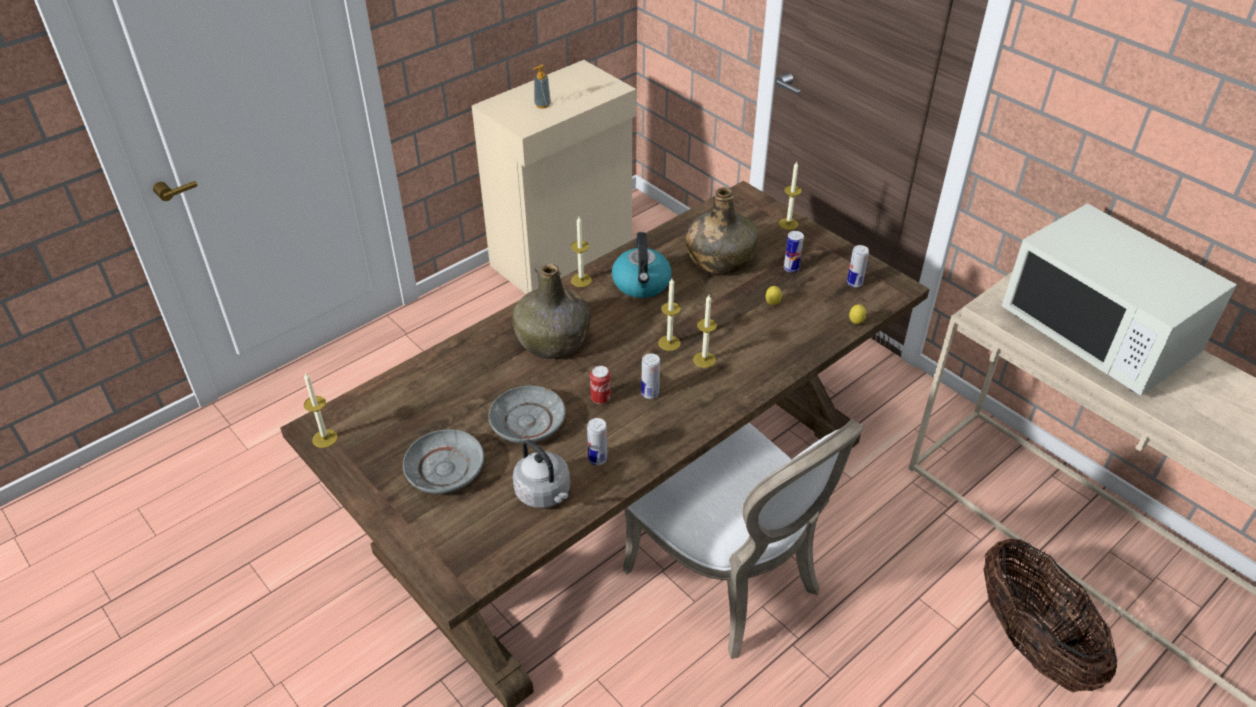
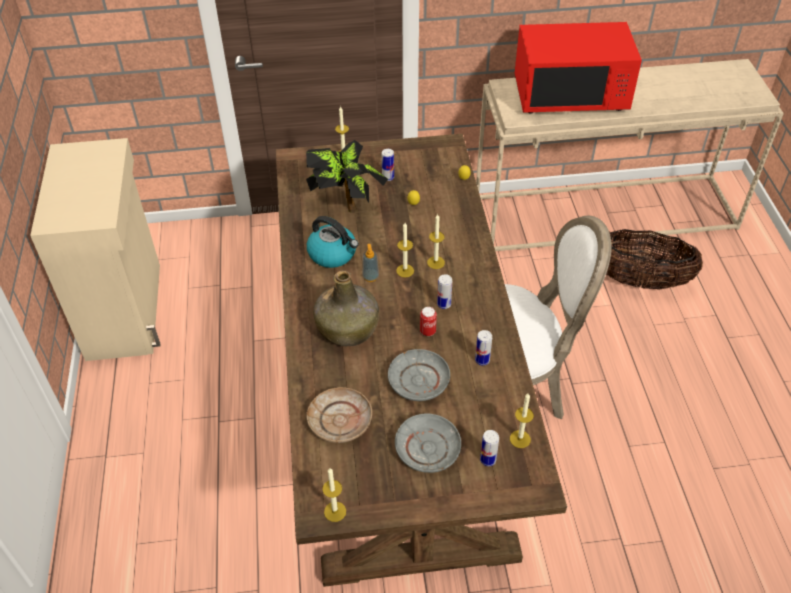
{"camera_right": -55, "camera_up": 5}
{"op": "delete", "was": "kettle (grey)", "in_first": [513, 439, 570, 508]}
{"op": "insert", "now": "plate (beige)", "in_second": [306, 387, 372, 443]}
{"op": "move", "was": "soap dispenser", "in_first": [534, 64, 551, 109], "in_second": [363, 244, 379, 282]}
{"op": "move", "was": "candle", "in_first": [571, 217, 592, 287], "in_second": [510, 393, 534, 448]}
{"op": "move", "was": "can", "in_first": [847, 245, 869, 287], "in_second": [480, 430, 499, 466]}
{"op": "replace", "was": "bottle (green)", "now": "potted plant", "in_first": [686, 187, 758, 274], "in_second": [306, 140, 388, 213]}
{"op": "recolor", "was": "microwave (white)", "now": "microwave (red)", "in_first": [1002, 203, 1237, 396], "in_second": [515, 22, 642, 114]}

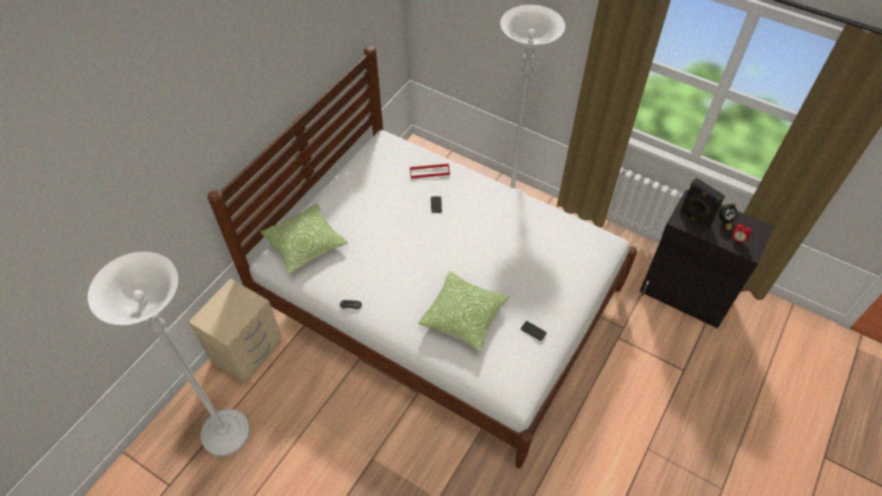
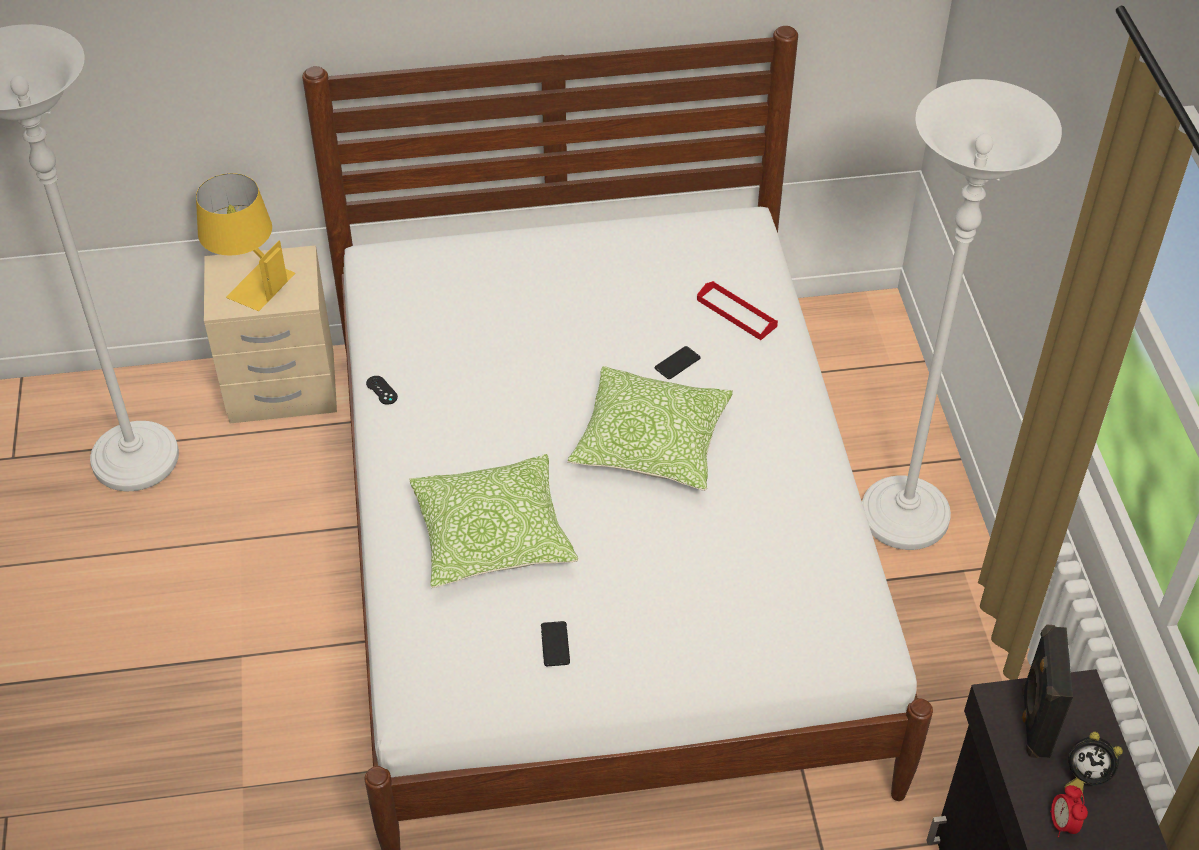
{"camera_right": 50, "camera_up": -5}
{"op": "insert", "now": "table lamp (yellow)", "in_second": [196, 173, 295, 311]}
{"op": "move", "was": "pillow", "in_first": [260, 203, 348, 274], "in_second": [567, 366, 733, 491]}

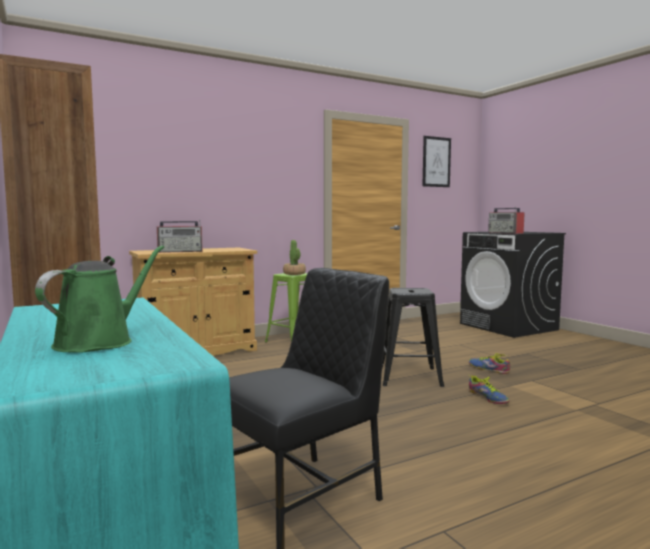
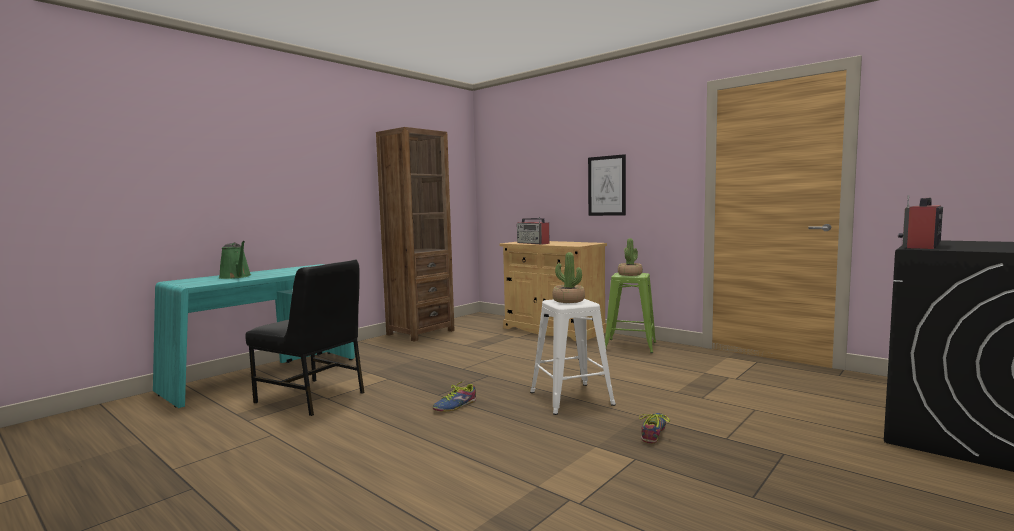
{"camera_right": 70, "camera_up": 0}
{"op": "insert", "now": "potted plant", "in_second": [552, 252, 585, 303]}
{"op": "move", "was": "picture", "in_first": [423, 136, 451, 187], "in_second": [588, 154, 626, 216]}
{"op": "move", "was": "shoe", "in_first": [469, 375, 509, 404], "in_second": [433, 380, 476, 411]}
{"op": "recolor", "was": "stool (black)", "now": "stool (white)", "in_first": [382, 288, 444, 387], "in_second": [530, 299, 616, 415]}
{"op": "rotate", "was": "watering can (green)", "in_first": [35, 245, 164, 353], "in_second": [219, 241, 251, 279], "clockwise": 45}

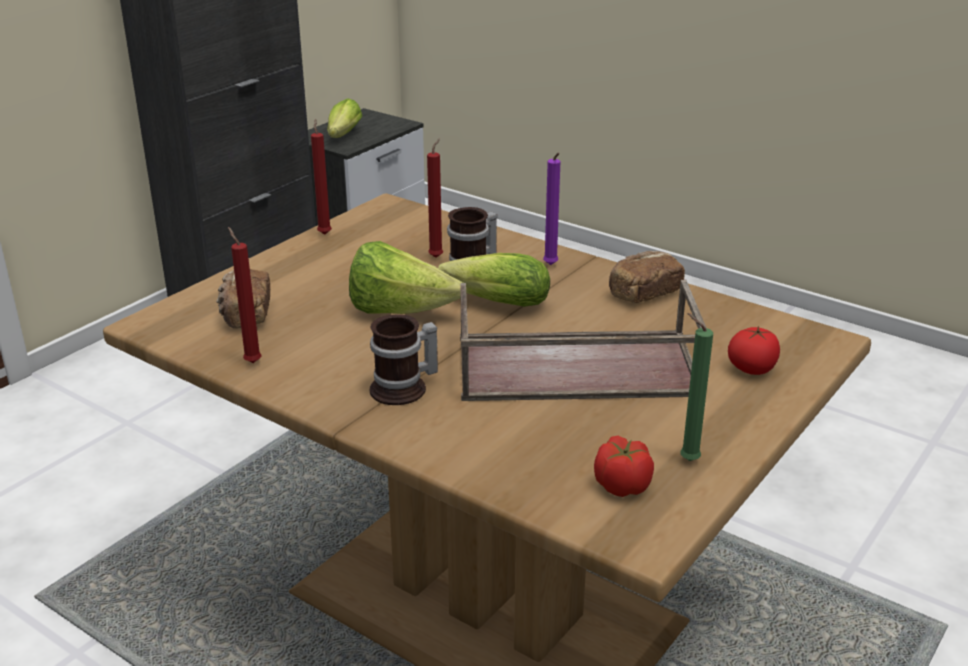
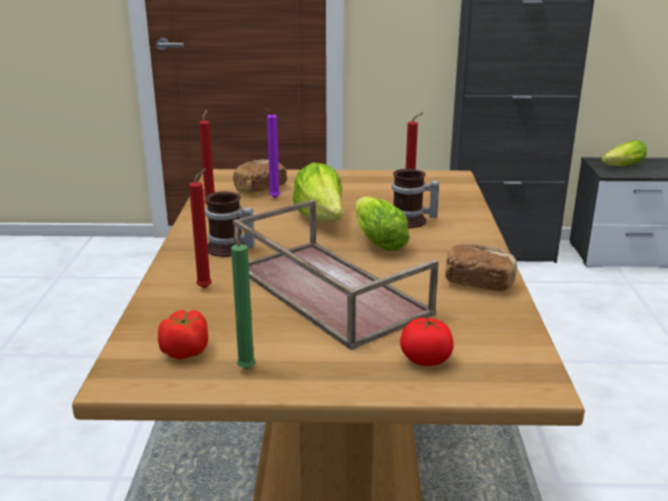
{"camera_right": 55, "camera_up": -5}
{"op": "move", "was": "candle (red)", "in_first": [311, 119, 332, 235], "in_second": [189, 168, 212, 288]}
{"op": "move", "was": "candle (purple)", "in_first": [543, 153, 560, 265], "in_second": [264, 108, 280, 198]}

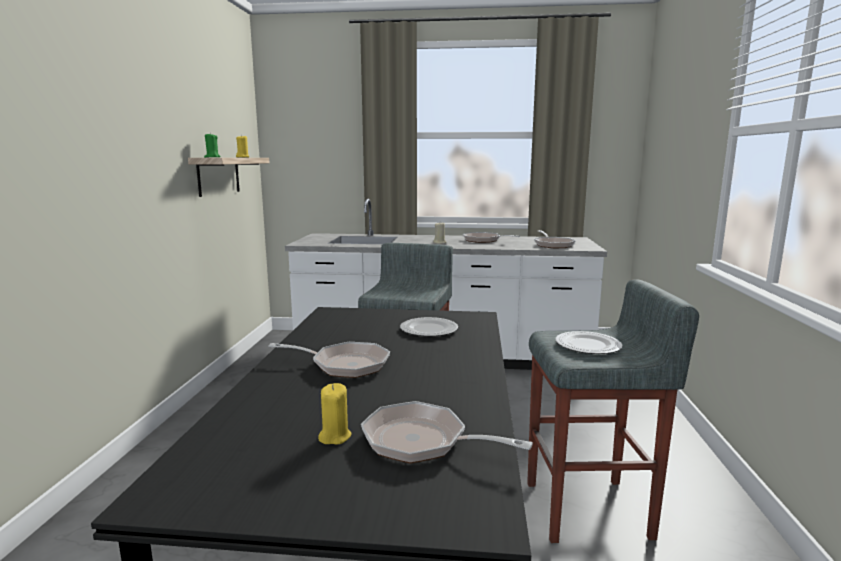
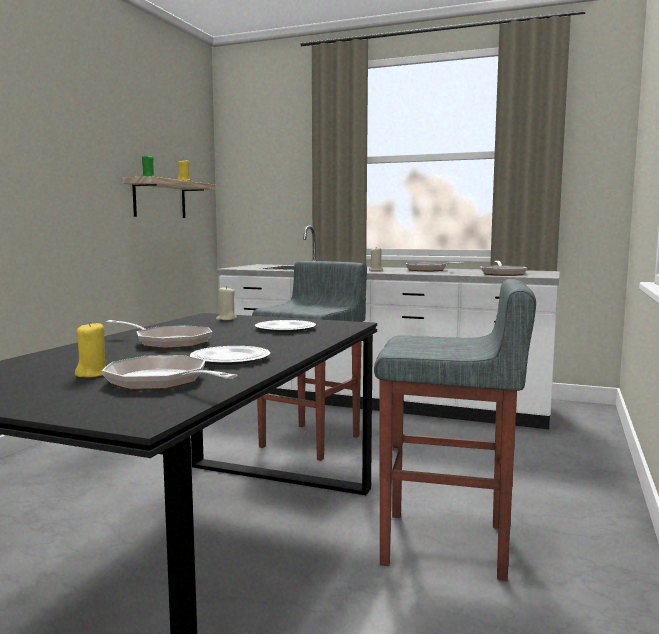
{"camera_right": 15, "camera_up": -5}
{"op": "insert", "now": "candle (beige)", "in_second": [216, 287, 237, 320]}
{"op": "move", "was": "plate", "in_first": [555, 331, 623, 354], "in_second": [190, 346, 270, 365]}

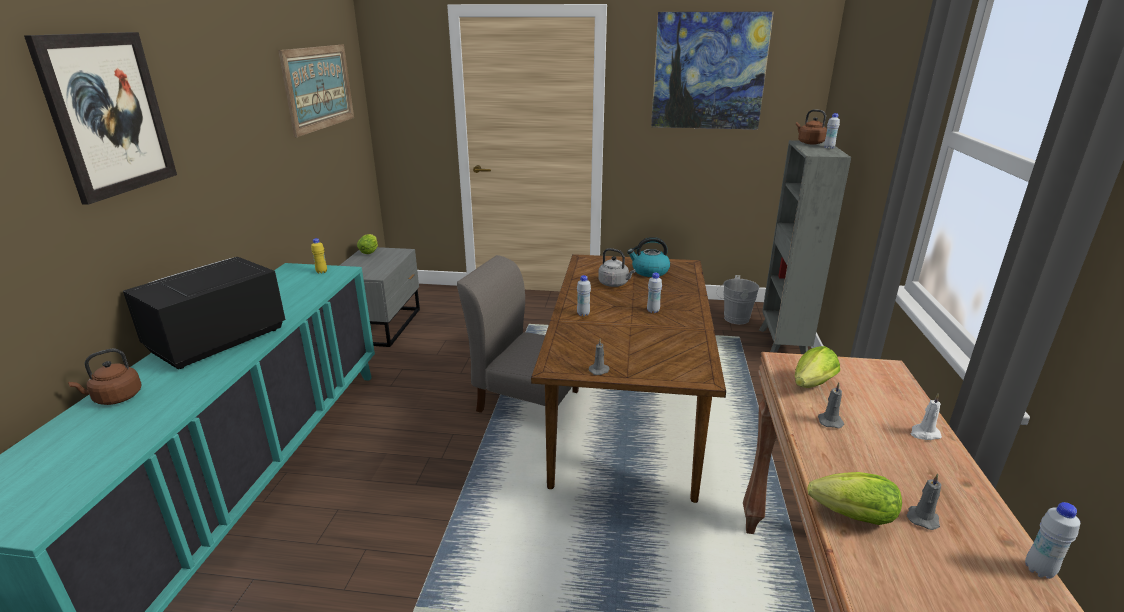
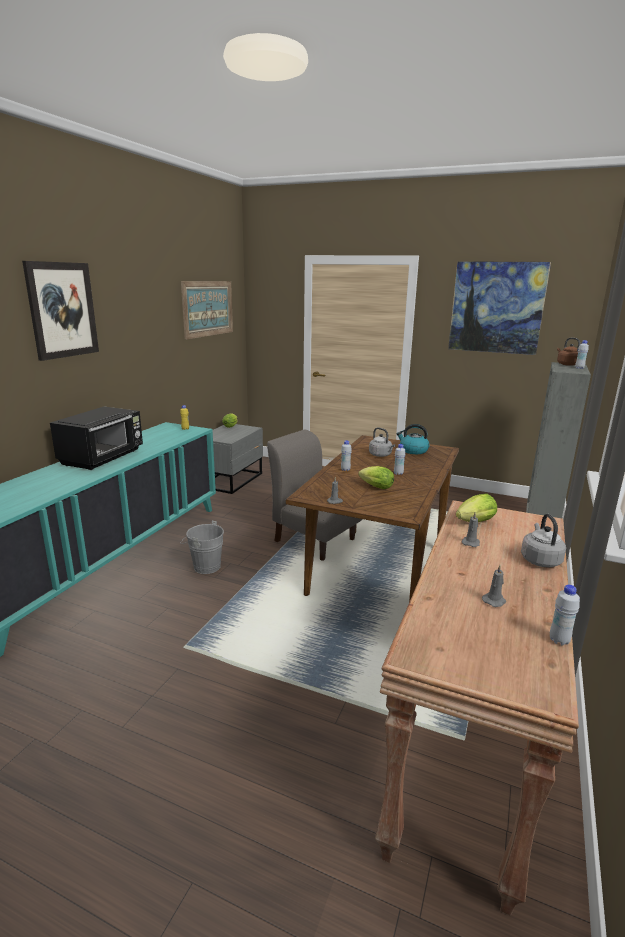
{"camera_right": 15, "camera_up": -5}
{"op": "delete", "was": "kettle (brown)", "in_first": [68, 349, 141, 405]}
{"op": "move", "was": "bucket (grey)", "in_first": [716, 275, 759, 325], "in_second": [180, 521, 224, 574]}
{"op": "move", "was": "lettuce", "in_first": [807, 472, 902, 525], "in_second": [358, 466, 394, 489]}
{"op": "replace", "was": "candle (white)", "now": "kettle (grey)", "in_first": [911, 394, 942, 440], "in_second": [521, 514, 566, 568]}
{"op": "rotate", "was": "microwave (black)", "in_first": [123, 257, 286, 369], "in_second": [50, 407, 143, 470], "clockwise": 150}

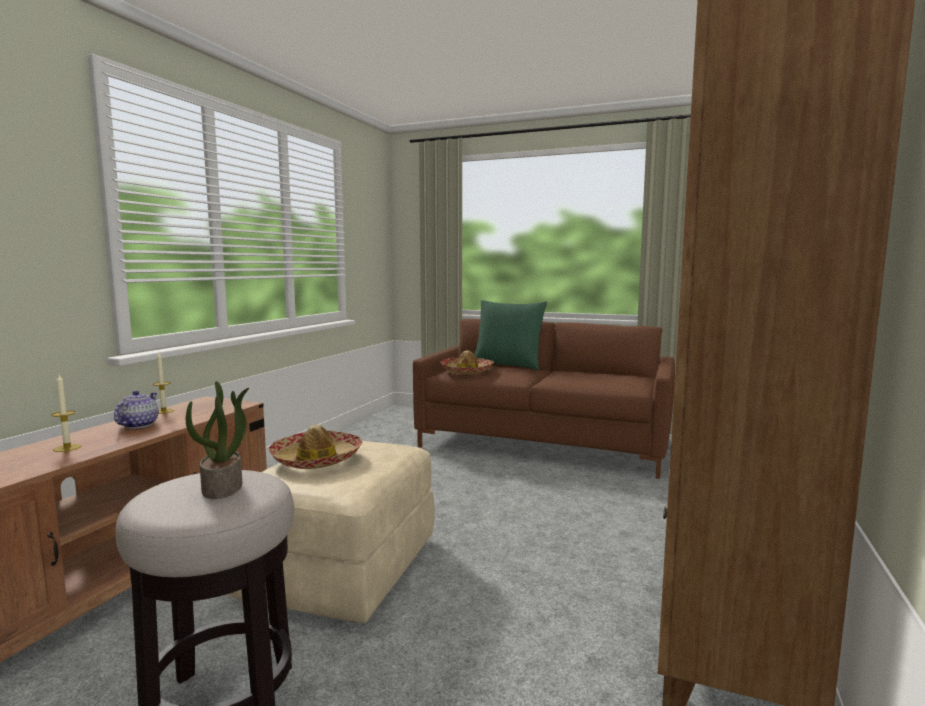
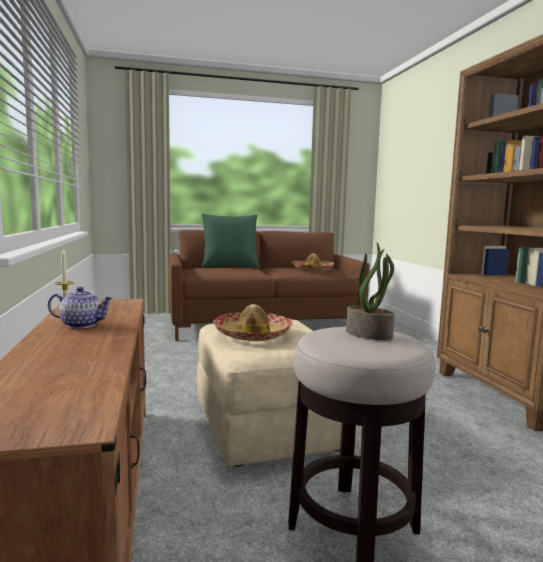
{"camera_right": -35, "camera_up": 0}
{"op": "delete", "was": "candle", "in_first": [51, 375, 81, 452]}
{"op": "move", "was": "hat", "in_first": [440, 350, 494, 374], "in_second": [292, 253, 334, 272]}
{"op": "rotate", "was": "teapot", "in_first": [114, 390, 158, 429], "in_second": [48, 287, 114, 329], "clockwise": 120}

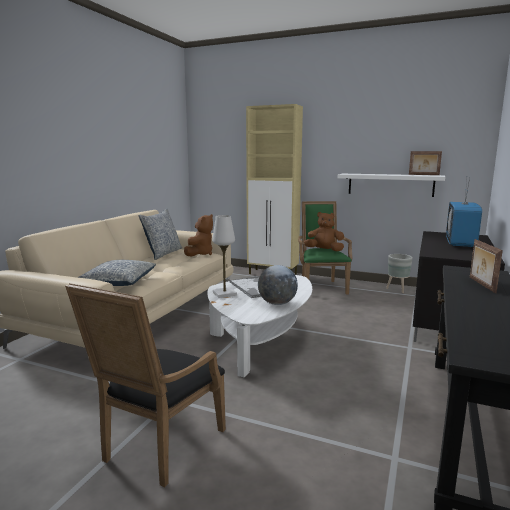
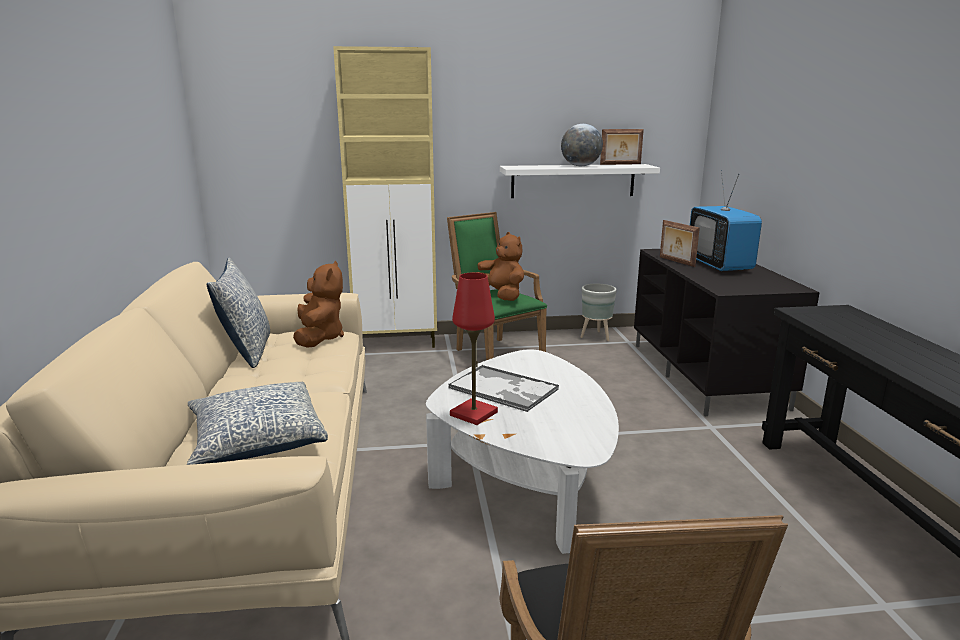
{"camera_right": -30, "camera_up": 5}
{"op": "move", "was": "globe", "in_first": [258, 265, 298, 305], "in_second": [561, 124, 603, 166]}
{"op": "move", "was": "picture frame", "in_first": [470, 239, 503, 293], "in_second": [660, 220, 700, 267]}
{"op": "recolor", "was": "table lamp (white)", "now": "table lamp (red)", "in_first": [212, 215, 237, 298], "in_second": [450, 272, 498, 425]}
{"op": "rotate", "was": "plush toy (brown)", "in_first": [304, 212, 344, 252], "in_second": [475, 232, 524, 301], "clockwise": 75}

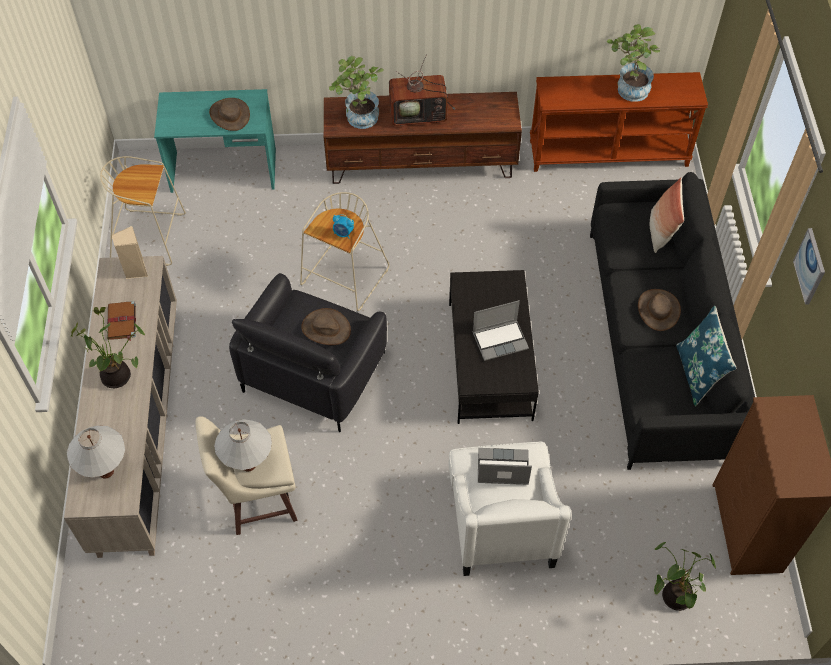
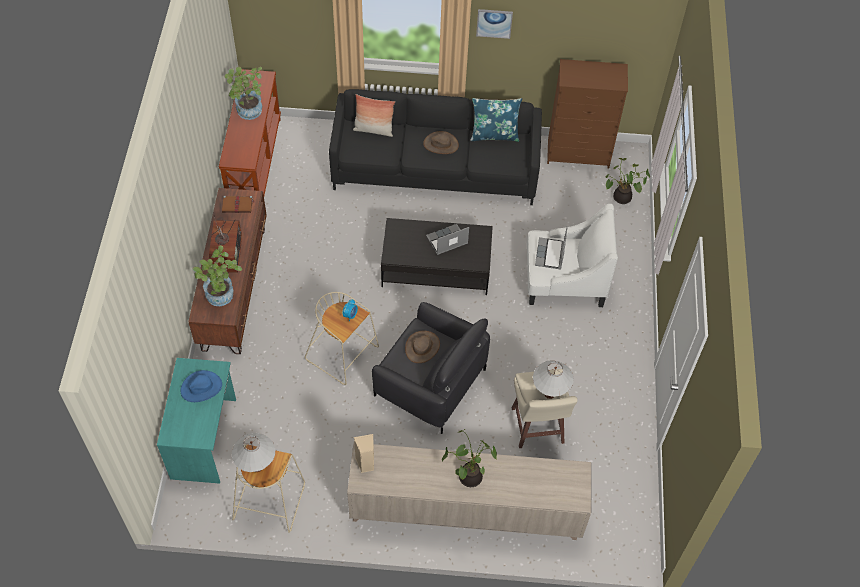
{"camera_right": -85, "camera_up": 0}
{"op": "move", "was": "table lamp (white)", "in_first": [67, 425, 125, 478], "in_second": [232, 433, 275, 472]}
{"op": "move", "was": "book (brown)", "in_first": [107, 301, 136, 341], "in_second": [222, 196, 254, 213]}
{"op": "recolor", "was": "hat (brown)", "now": "hat (blue)", "in_first": [209, 98, 250, 131], "in_second": [181, 370, 222, 402]}
{"op": "rotate", "was": "laptop", "in_first": [473, 300, 529, 361], "in_second": [426, 224, 469, 255], "clockwise": -105}

